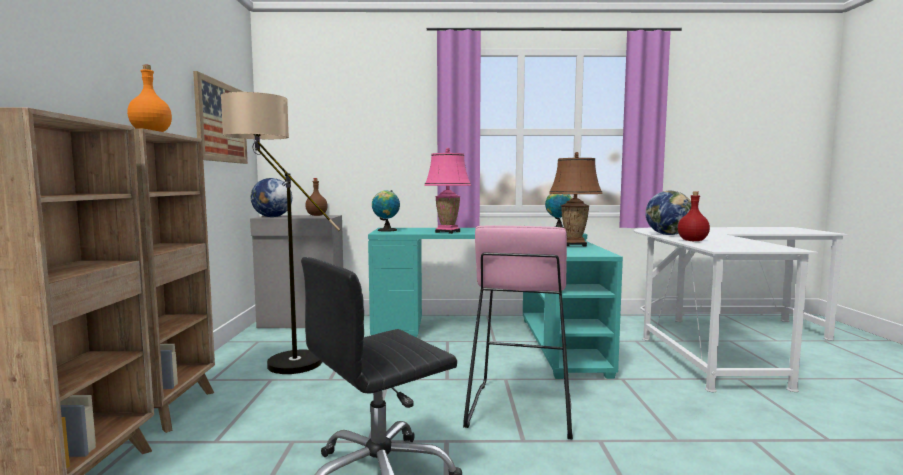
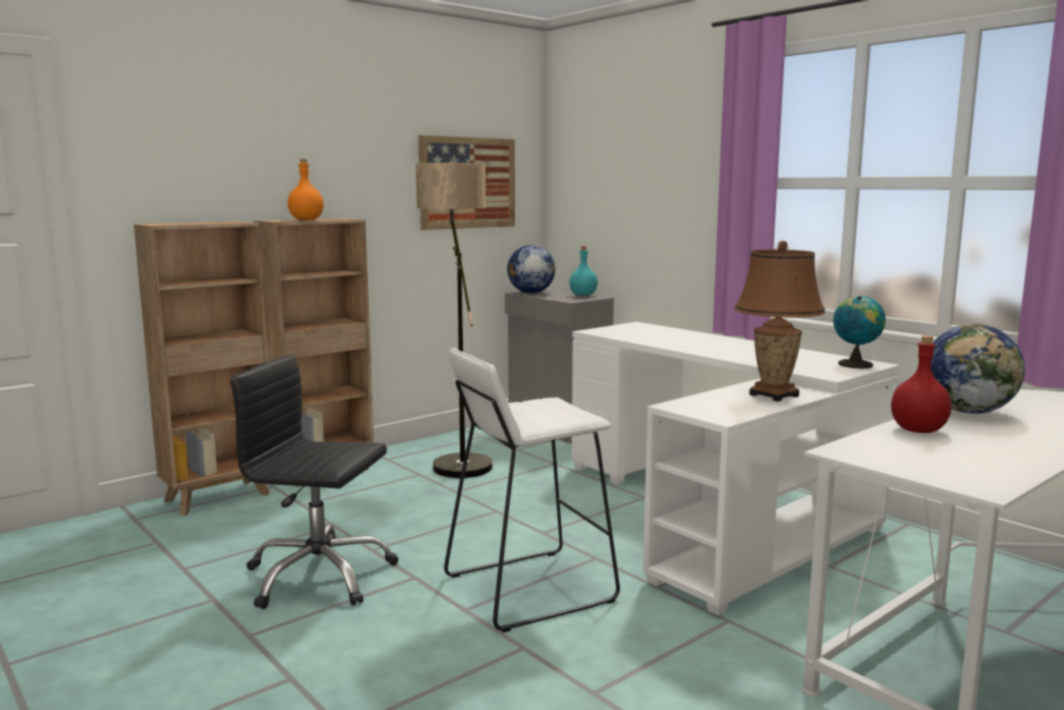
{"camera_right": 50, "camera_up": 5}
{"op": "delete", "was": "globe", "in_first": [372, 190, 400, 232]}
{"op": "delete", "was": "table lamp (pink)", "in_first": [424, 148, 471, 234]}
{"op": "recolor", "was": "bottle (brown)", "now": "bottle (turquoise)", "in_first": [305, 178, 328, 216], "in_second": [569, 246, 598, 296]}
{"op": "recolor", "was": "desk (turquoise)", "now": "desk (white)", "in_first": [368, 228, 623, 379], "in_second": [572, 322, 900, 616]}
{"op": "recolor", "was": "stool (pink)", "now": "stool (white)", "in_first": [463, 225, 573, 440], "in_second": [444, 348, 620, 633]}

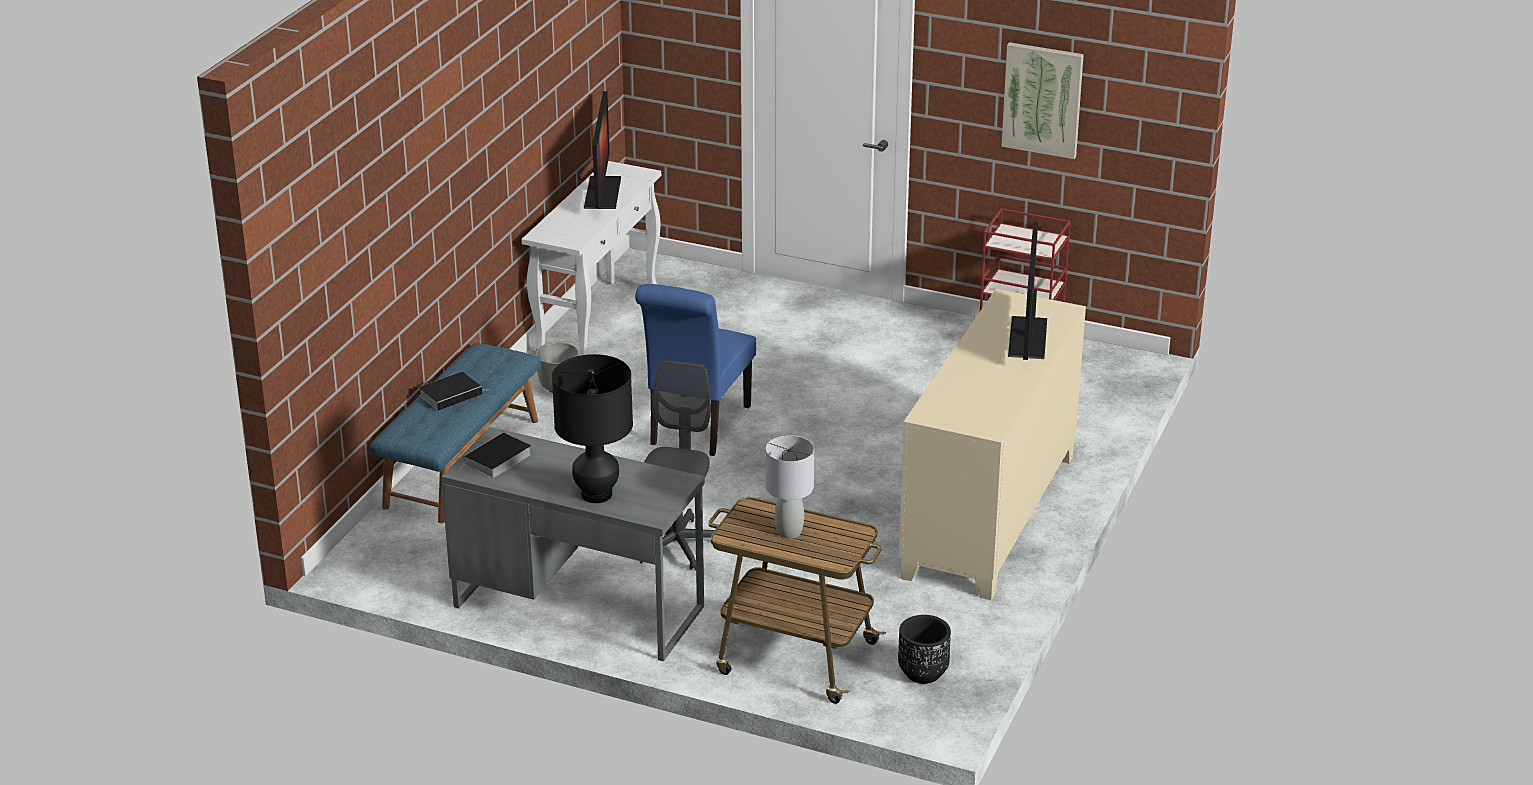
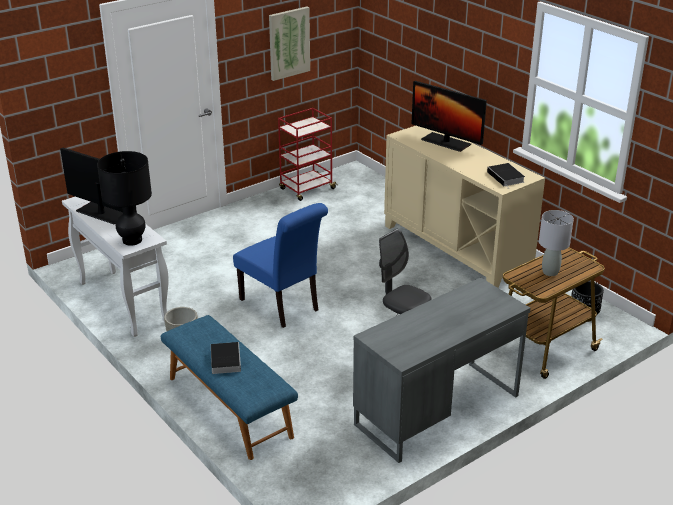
{"camera_right": -60, "camera_up": 0}
{"op": "move", "was": "book", "in_first": [458, 432, 532, 478], "in_second": [487, 163, 525, 187]}
{"op": "move", "was": "table lamp (black)", "in_first": [552, 354, 633, 503], "in_second": [97, 151, 152, 246]}

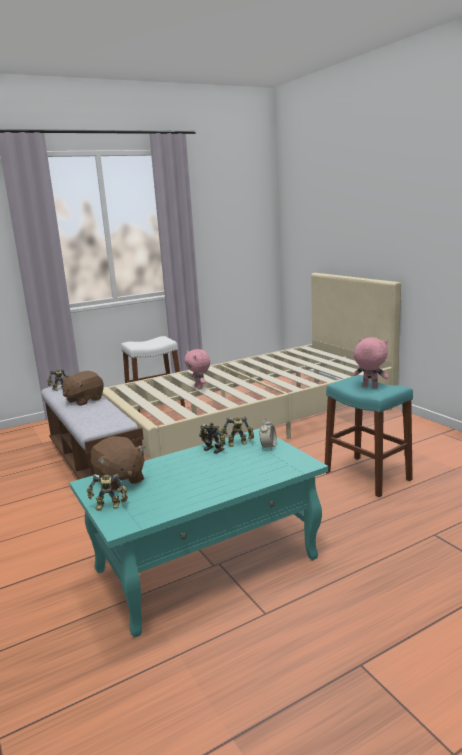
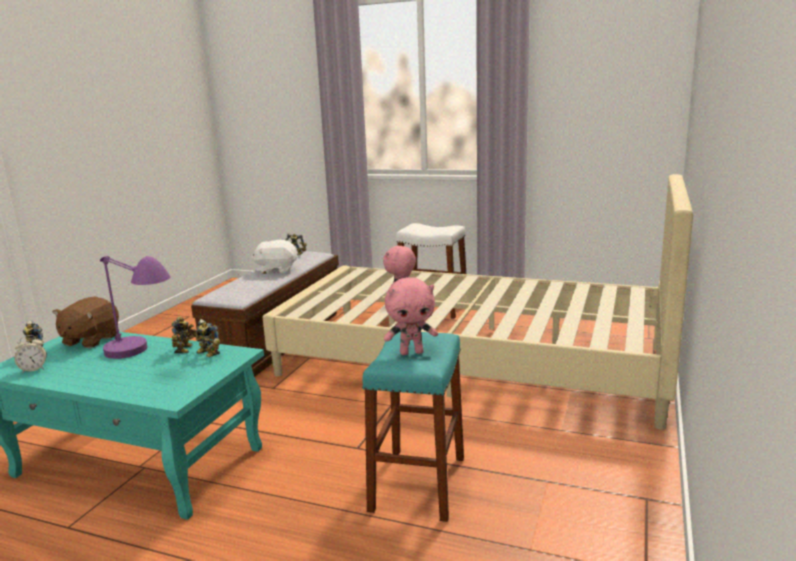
{"camera_right": 50, "camera_up": 0}
{"op": "insert", "now": "table lamp (purple)", "in_second": [100, 256, 170, 359]}
{"op": "move", "was": "alarm clock", "in_first": [260, 419, 277, 450], "in_second": [14, 335, 47, 373]}
{"op": "recolor", "was": "plush toy (brown)", "now": "plush toy (white)", "in_first": [62, 371, 104, 406], "in_second": [251, 240, 298, 274]}
{"op": "rotate", "was": "plush toy (pink)", "in_first": [353, 337, 389, 388], "in_second": [384, 277, 438, 355], "clockwise": 90}

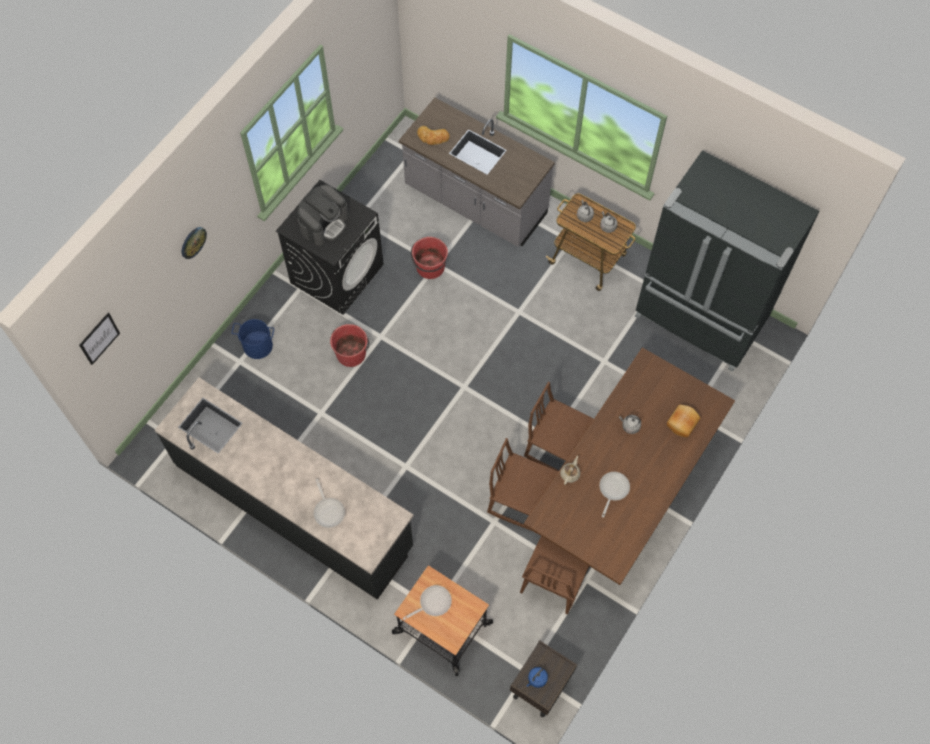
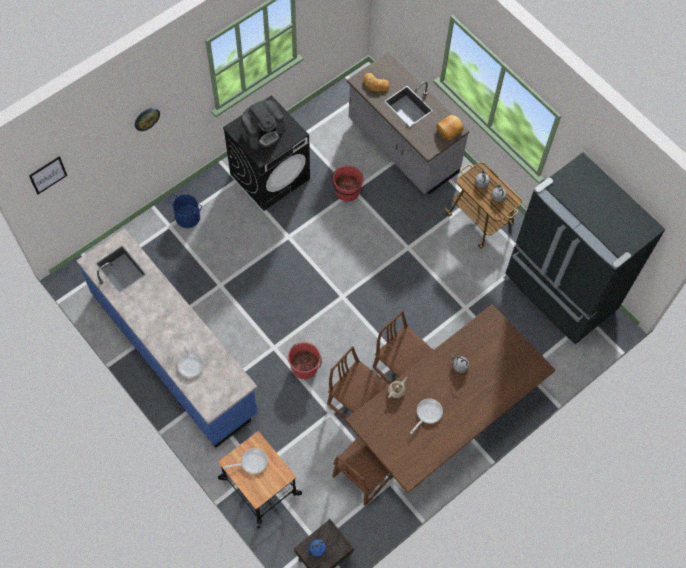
{"camera_right": 15, "camera_up": 0}
{"op": "move", "was": "bucket (red)", "in_first": [330, 324, 369, 367], "in_second": [288, 342, 322, 379]}
{"op": "move", "was": "bread", "in_first": [667, 405, 700, 438], "in_second": [437, 115, 464, 140]}
{"op": "recolor", "was": "counter (black)", "now": "counter (blue)", "in_first": [155, 378, 414, 600], "in_second": [77, 228, 257, 448]}

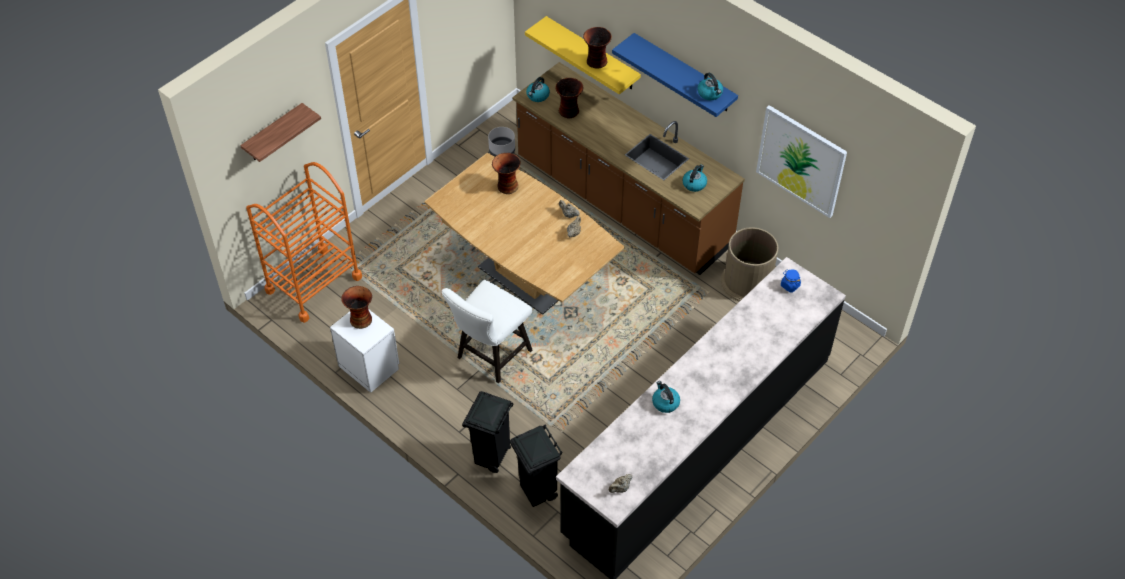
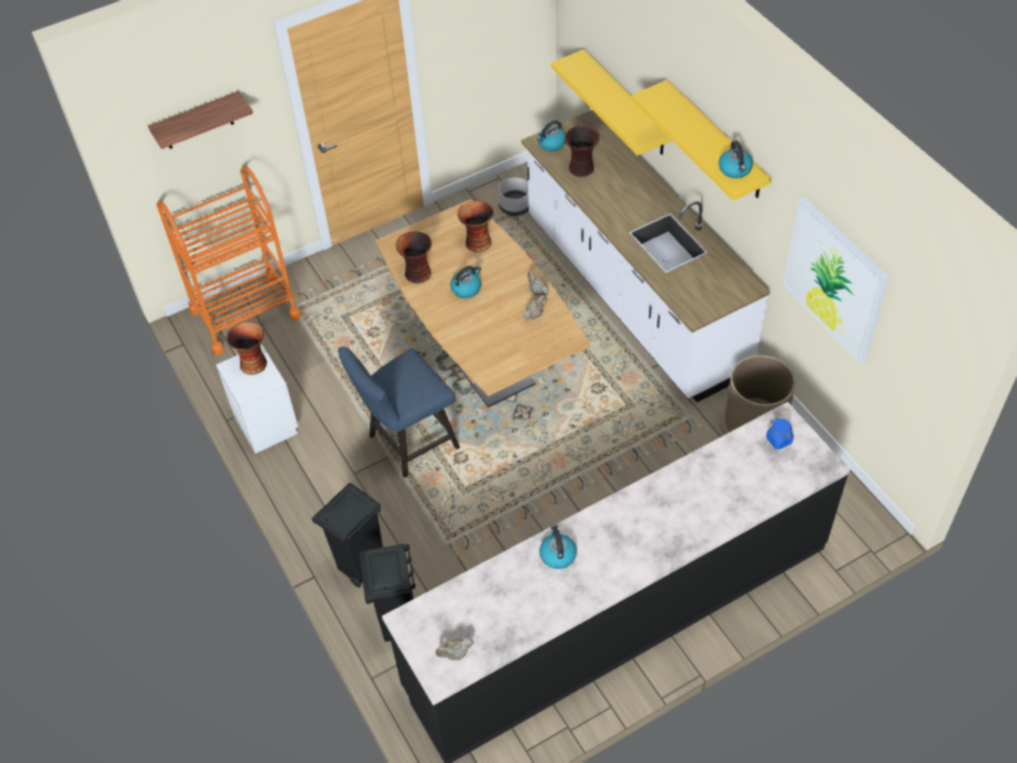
{"camera_right": 20, "camera_up": 0}
{"op": "move", "was": "vase", "in_first": [583, 27, 612, 69], "in_second": [396, 231, 432, 283]}
{"op": "move", "was": "kettle", "in_first": [682, 164, 707, 192], "in_second": [450, 266, 481, 298]}
{"op": "recolor", "was": "chair (white)", "now": "chair (blue)", "in_first": [441, 280, 533, 383], "in_second": [338, 347, 460, 478]}
{"op": "recolor", "was": "counter (brown)", "now": "counter (white)", "in_first": [513, 62, 745, 275], "in_second": [521, 110, 770, 402]}
{"op": "recolor", "was": "shelf (blue)", "now": "shelf (yellow)", "in_first": [612, 33, 738, 117], "in_second": [631, 80, 771, 201]}

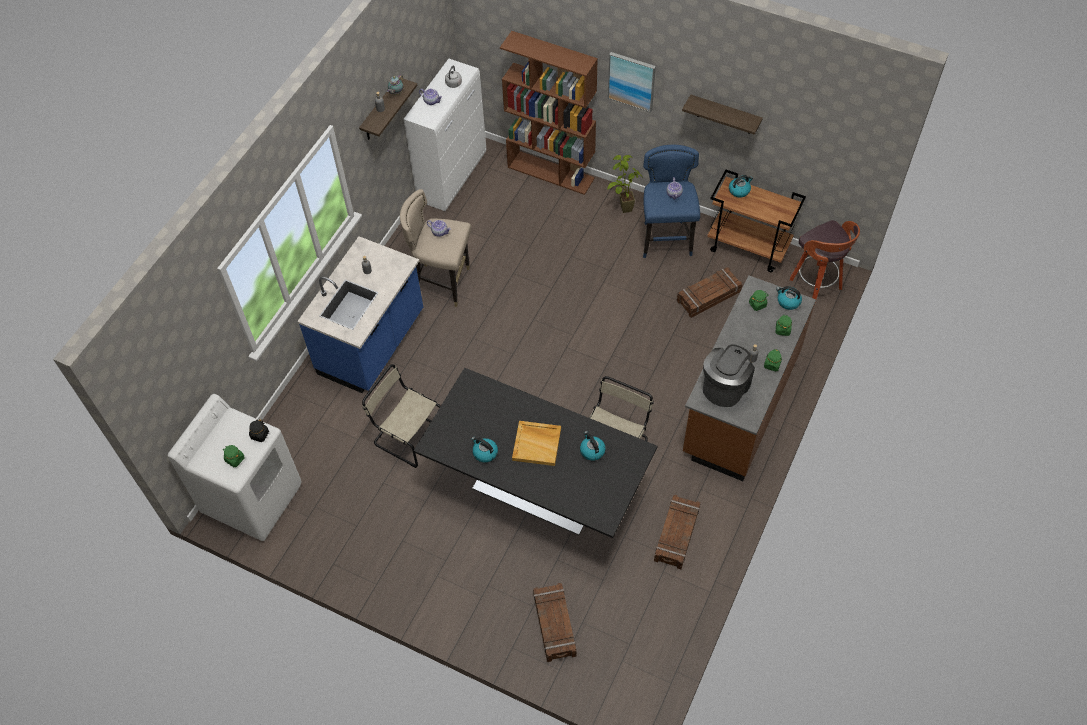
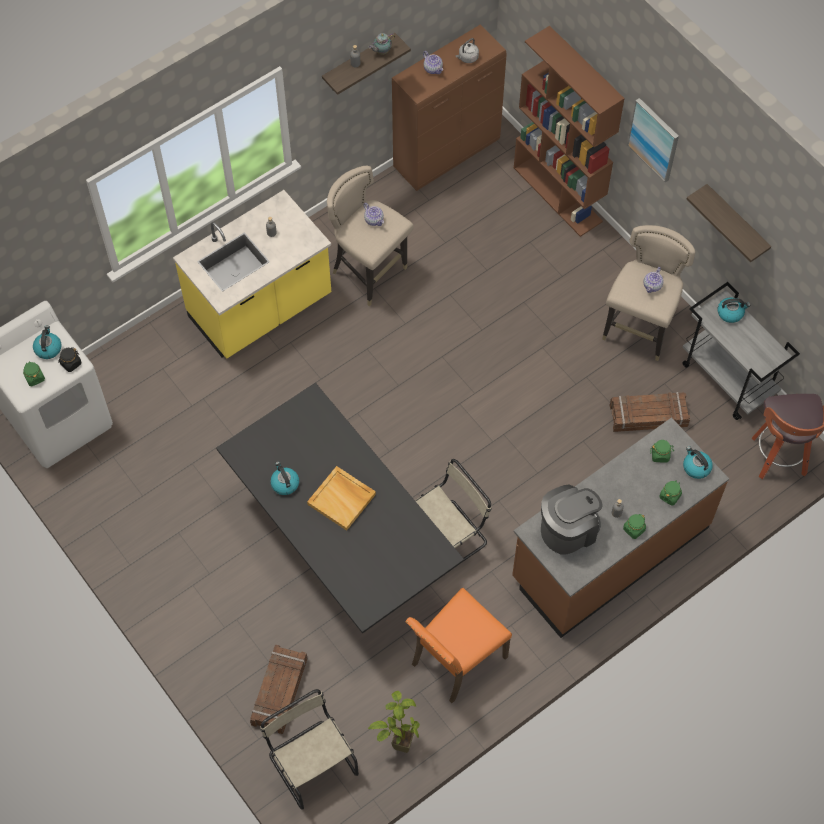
{"camera_right": 25, "camera_up": 5}
{"op": "move", "was": "chair (beige)", "in_first": [362, 364, 441, 468], "in_second": [260, 689, 359, 810]}
{"op": "move", "was": "kettle", "in_first": [580, 431, 606, 461], "in_second": [33, 325, 61, 359]}
{"op": "move", "was": "potted plant", "in_first": [607, 155, 643, 213], "in_second": [368, 691, 420, 753]}
{"op": "replace", "was": "crate", "now": "chair (orange)", "in_first": [654, 495, 701, 569], "in_second": [406, 588, 512, 703]}
{"op": "recolor", "was": "counter (blue)", "now": "counter (yellow)", "in_first": [297, 236, 423, 393], "in_second": [173, 190, 331, 359]}
{"op": "recolor", "was": "cabinet (white)", "now": "cabinet (brown)", "in_first": [403, 59, 486, 211], "in_second": [392, 24, 506, 191]}
{"op": "recolor", "was": "stool (blue)", "now": "stool (beige)", "in_first": [643, 145, 700, 258], "in_second": [602, 225, 695, 361]}
{"op": "recolor", "was": "cart (brown)", "now": "cart (grey)", "in_first": [707, 170, 806, 272], "in_second": [682, 282, 800, 420]}

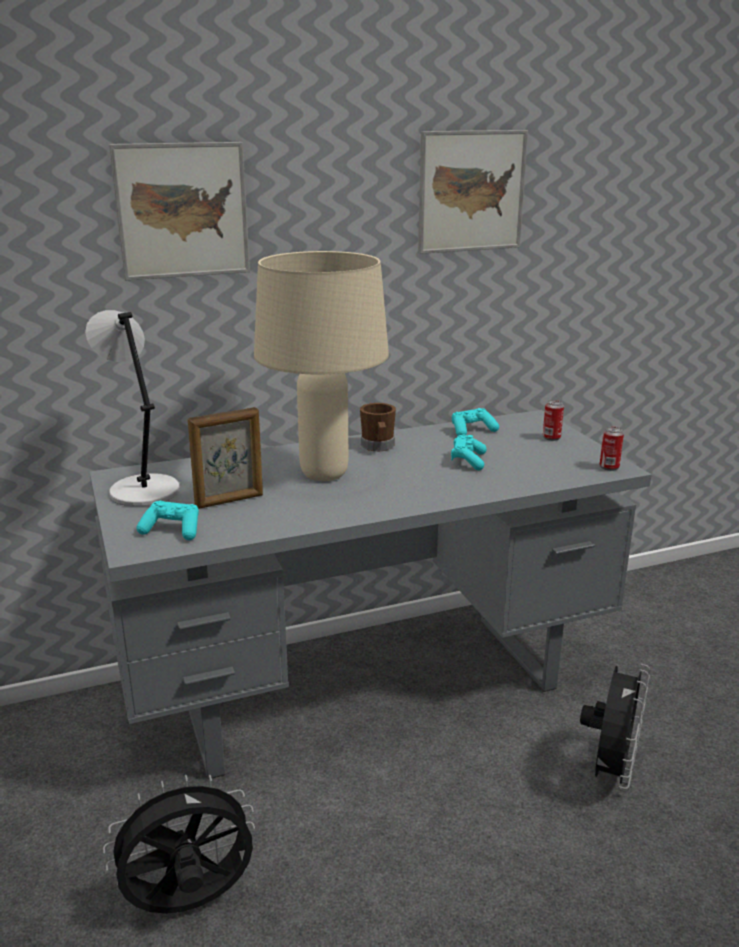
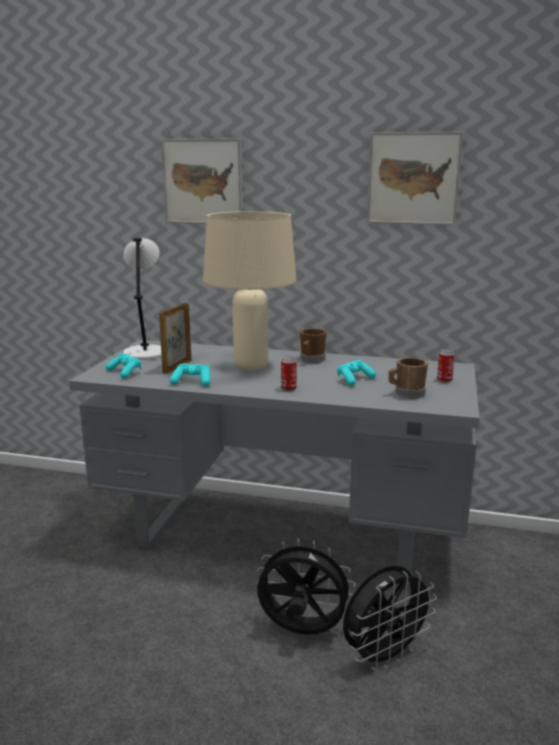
{"camera_right": 35, "camera_up": -5}
{"op": "insert", "now": "mug (brown)", "in_second": [388, 358, 428, 399]}
{"op": "move", "was": "fan (black)", "in_first": [103, 775, 255, 914], "in_second": [257, 538, 355, 635]}
{"op": "move", "was": "game controller (turquoise)", "in_first": [452, 408, 499, 436], "in_second": [170, 364, 210, 387]}
{"op": "move", "was": "can", "in_first": [600, 427, 624, 471], "in_second": [281, 356, 297, 391]}
{"op": "rotate", "was": "picture frame", "in_first": [188, 407, 263, 509], "in_second": [159, 303, 191, 374], "clockwise": 105}

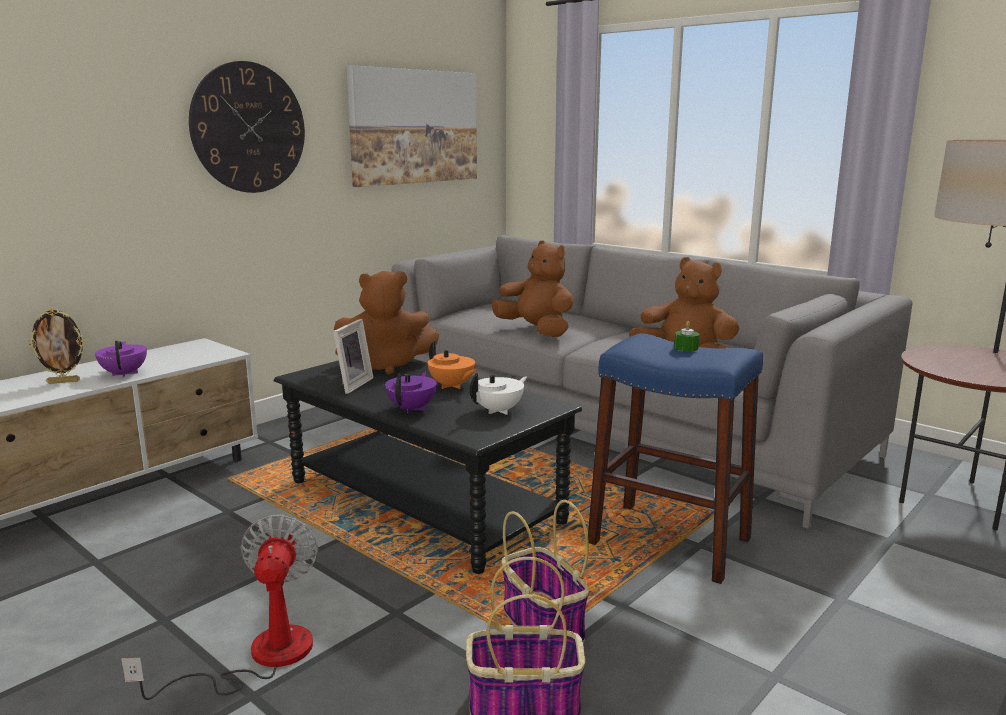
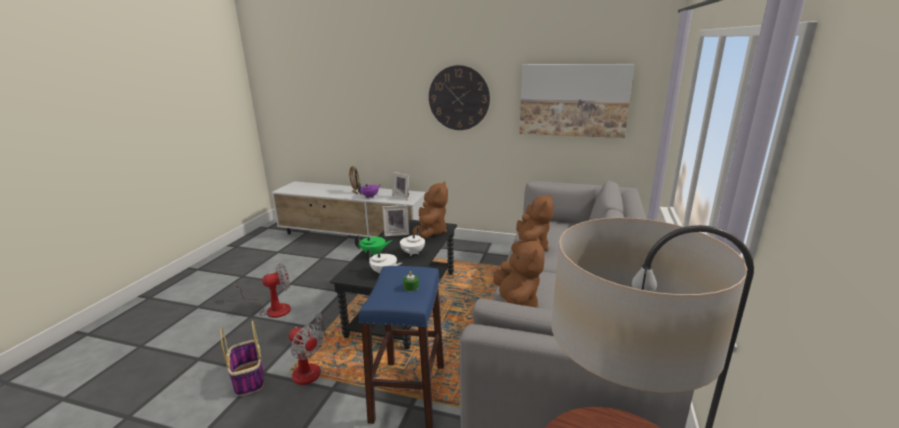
{"camera_right": 65, "camera_up": 5}
{"op": "insert", "now": "picture frame", "in_second": [392, 172, 409, 200]}
{"op": "replace", "was": "basket", "now": "fan", "in_first": [501, 500, 589, 643], "in_second": [289, 312, 327, 385]}
{"op": "recolor", "was": "teapot (purple)", "now": "teapot (green)", "in_first": [385, 372, 437, 413], "in_second": [355, 235, 392, 255]}
{"op": "recolor", "was": "teapot (orange)", "now": "teapot (white)", "in_first": [428, 341, 477, 389], "in_second": [400, 228, 425, 256]}
{"op": "rotate", "was": "plush toy (brown)", "in_first": [334, 271, 439, 375], "in_second": [413, 181, 448, 239], "clockwise": -135}

